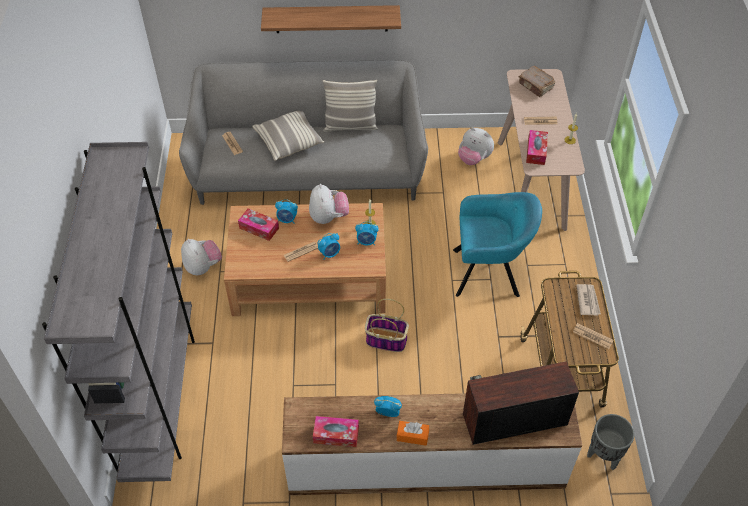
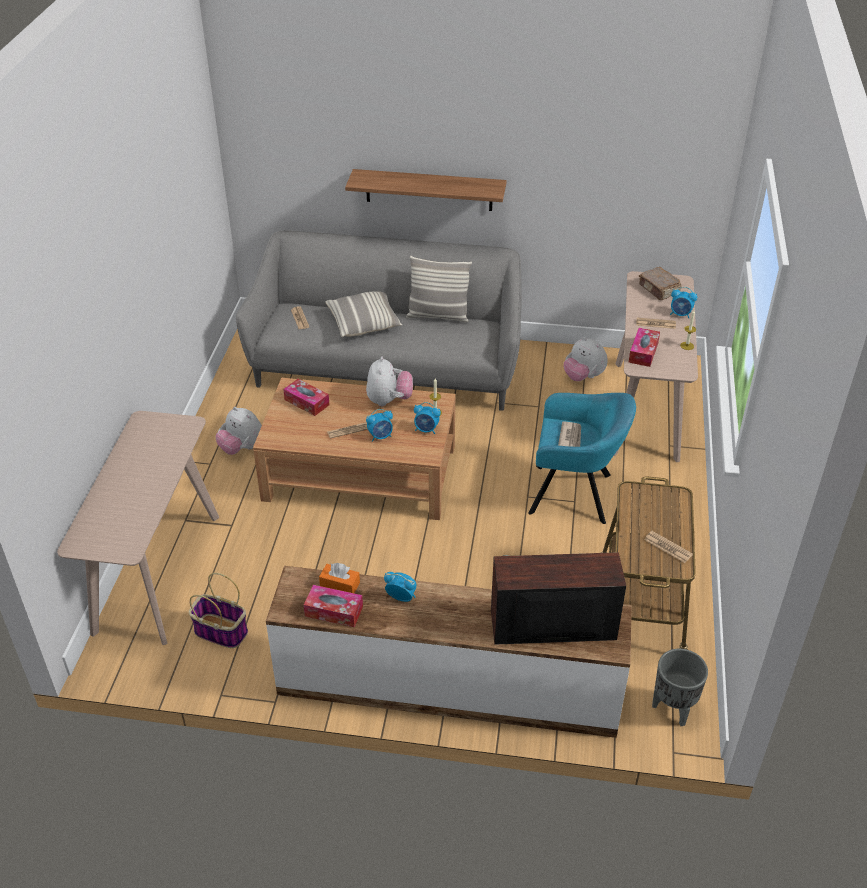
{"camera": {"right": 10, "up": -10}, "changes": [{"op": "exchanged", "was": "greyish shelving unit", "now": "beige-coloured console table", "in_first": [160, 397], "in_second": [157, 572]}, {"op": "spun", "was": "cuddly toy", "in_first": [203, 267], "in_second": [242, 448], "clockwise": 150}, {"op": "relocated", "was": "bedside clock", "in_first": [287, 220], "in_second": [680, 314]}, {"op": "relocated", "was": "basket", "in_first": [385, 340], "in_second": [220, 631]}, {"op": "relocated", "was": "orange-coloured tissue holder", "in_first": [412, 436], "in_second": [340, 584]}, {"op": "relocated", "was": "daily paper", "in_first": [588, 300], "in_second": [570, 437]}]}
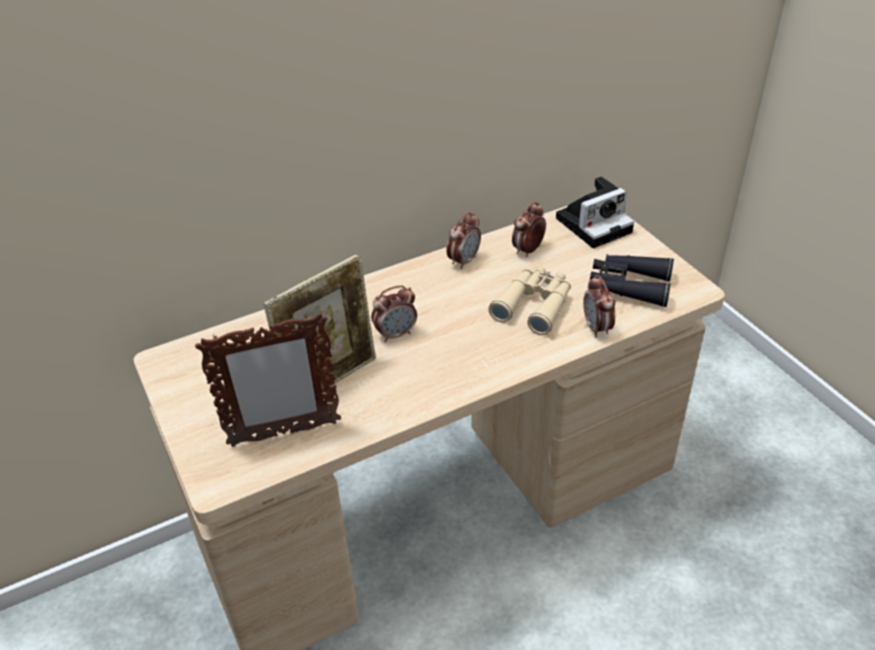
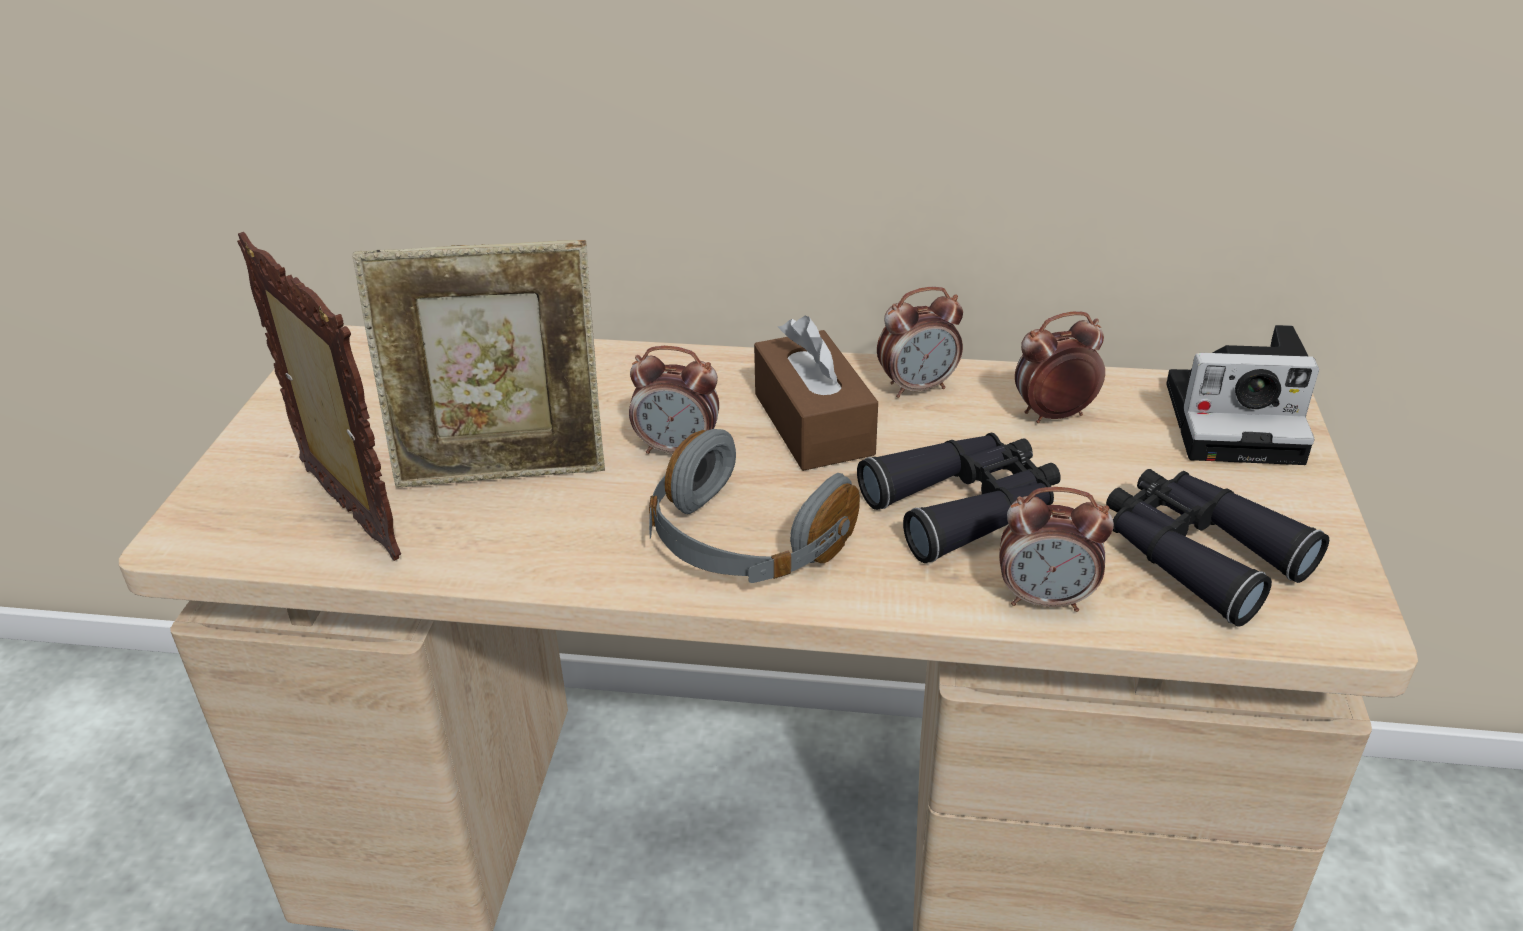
{"camera": {"right": 35, "up": -5}, "changes": [{"op": "spun", "was": "picture frame", "in_first": [283, 433], "in_second": [349, 514], "clockwise": -150}, {"op": "colour", "was": "beige-coloured pair of binoculars", "now": "black-coloured pair of binoculars", "in_first": [534, 305], "in_second": [965, 507]}, {"op": "spun", "was": "bedside clock", "in_first": [597, 328], "in_second": [1045, 599], "clockwise": -105}, {"op": "appeared", "now": "greyish pair of headphones", "in_second": [743, 543]}, {"op": "appeared", "now": "brownish tissue holder", "in_second": [813, 424]}]}
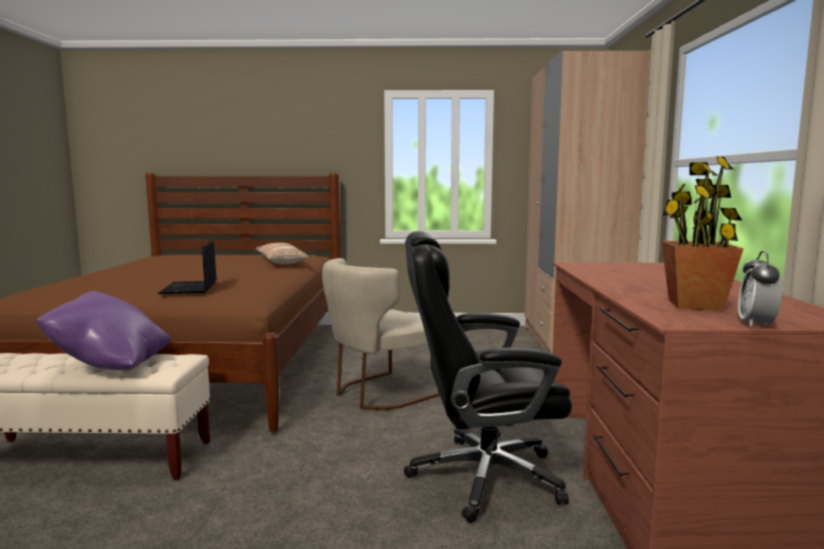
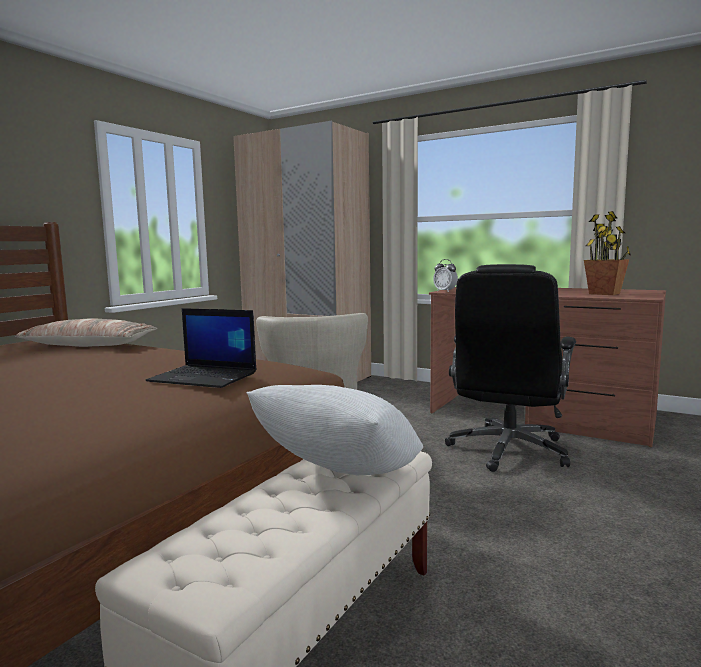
{"camera": {"right": -60, "up": 0}, "changes": [{"op": "colour", "was": "purple pillow", "now": "whitish pillow", "in_first": [110, 365], "in_second": [340, 478]}, {"op": "relocated", "was": "bedside clock", "in_first": [756, 324], "in_second": [445, 291]}]}
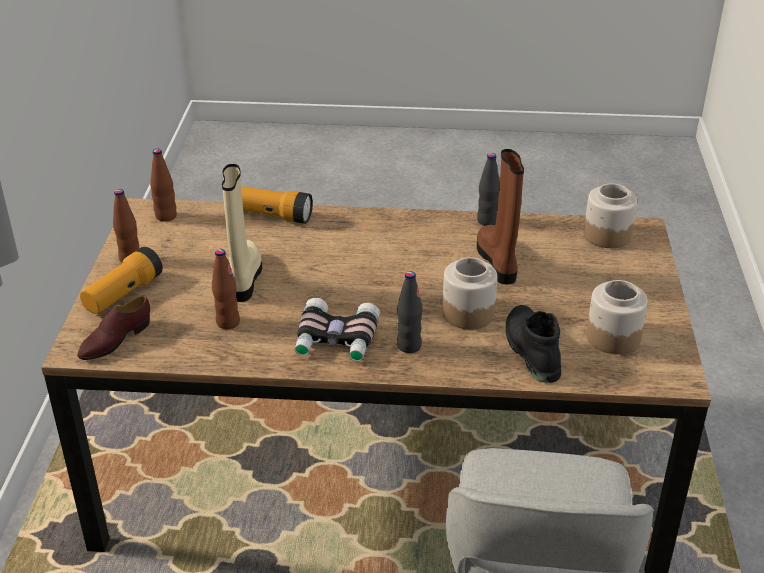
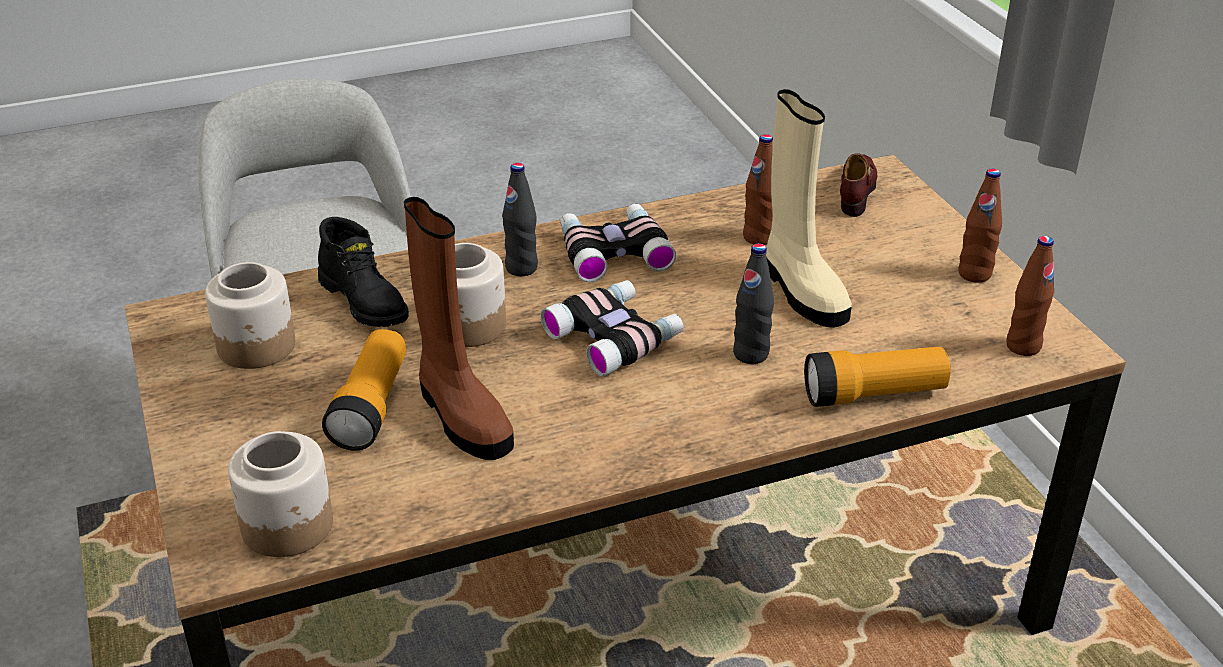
{"camera": {"right": 155, "up": 0}, "changes": [{"op": "relocated", "was": "torch", "in_first": [123, 294], "in_second": [371, 407]}, {"op": "relocated", "was": "black-coloured beverage bottle", "in_first": [487, 221], "in_second": [751, 354]}, {"op": "appeared", "now": "pair of binoculars", "in_second": [615, 336]}]}
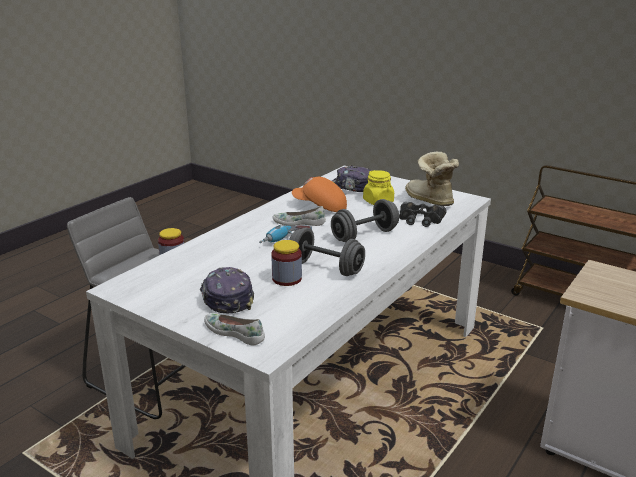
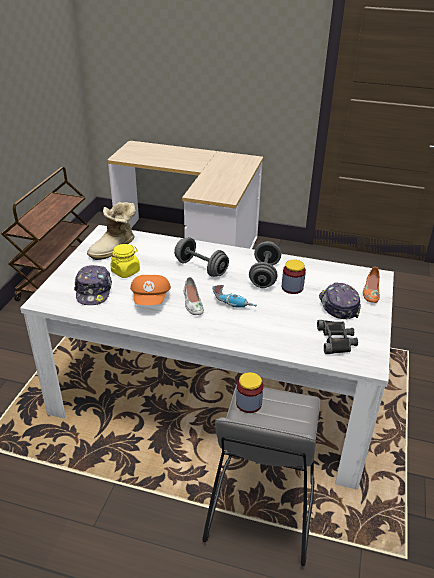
{"camera": {"right": -110, "up": 10}, "changes": [{"op": "spun", "was": "cap", "in_first": [226, 298], "in_second": [338, 306], "clockwise": 120}, {"op": "colour", "was": "whitish shoe", "now": "orange-coloured shoe", "in_first": [234, 333], "in_second": [371, 291]}, {"op": "relocated", "was": "black-coloured pair of binoculars", "in_first": [420, 219], "in_second": [336, 340]}]}
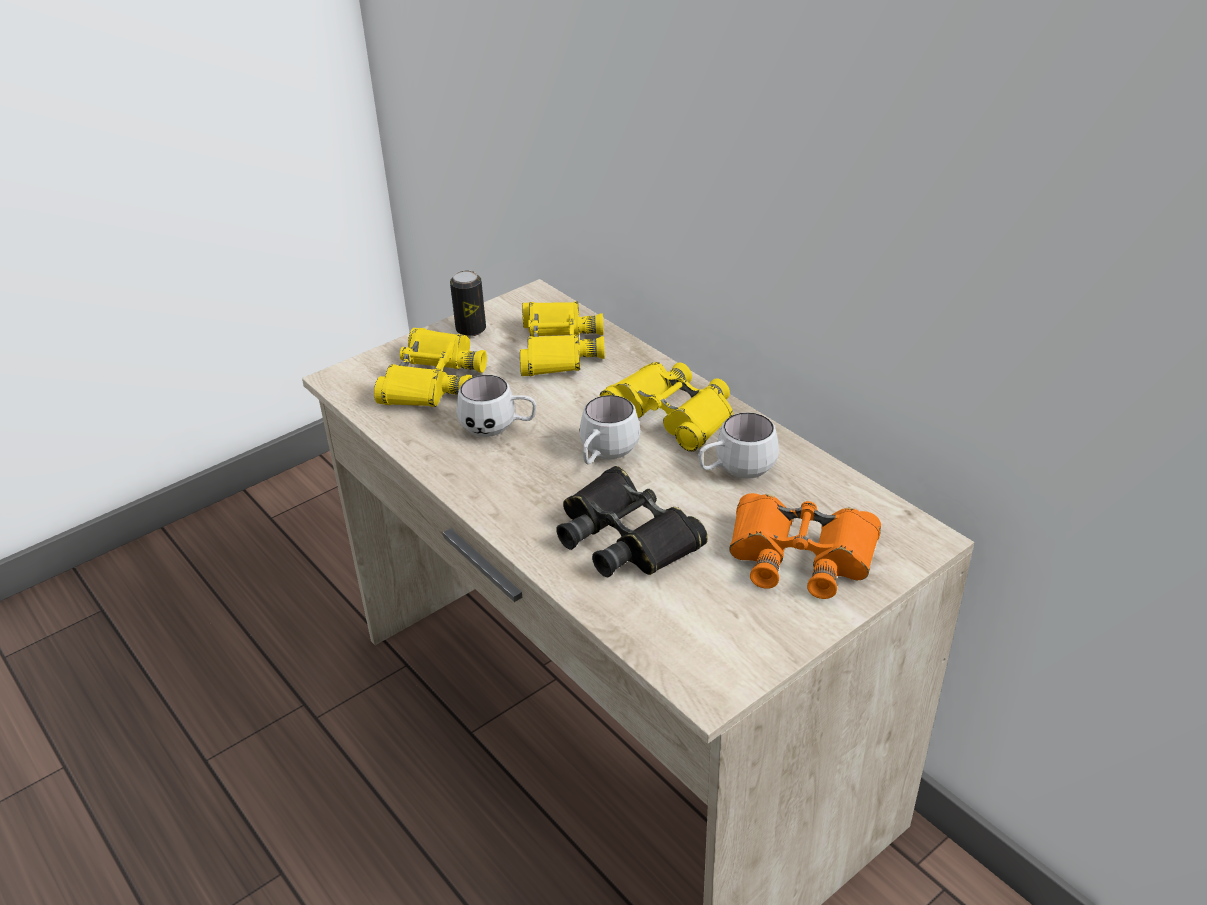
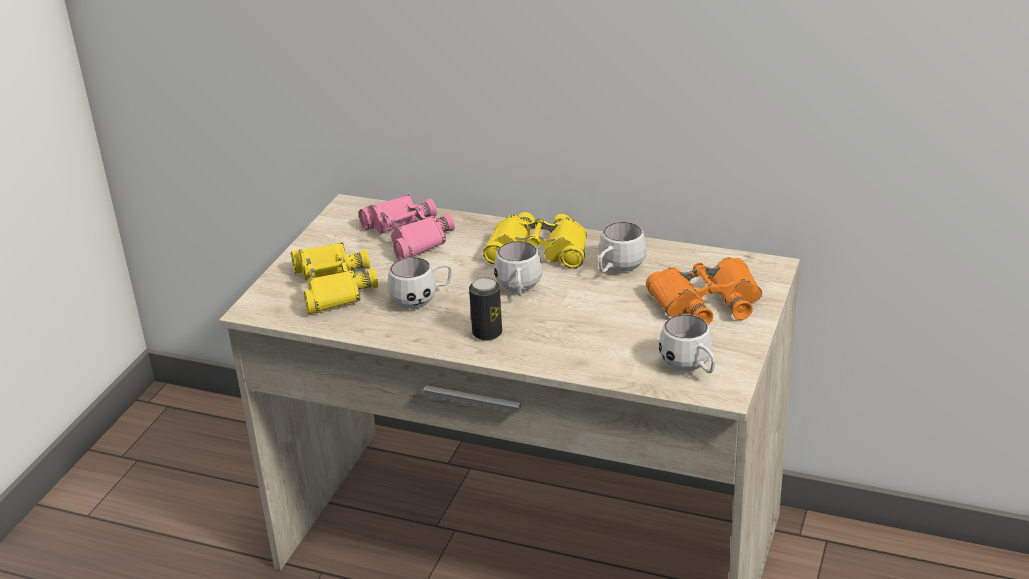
{"camera": {"right": -30, "up": -5}, "changes": [{"op": "relocated", "was": "can", "in_first": [471, 329], "in_second": [487, 333]}, {"op": "colour", "was": "yellow-coloured pair of binoculars", "now": "pinkish pair of binoculars", "in_first": [558, 348], "in_second": [408, 235]}, {"op": "missing", "was": "black-coloured pair of binoculars", "in_first": [626, 536]}, {"op": "appeared", "now": "whitish tea mug", "in_second": [691, 368]}]}
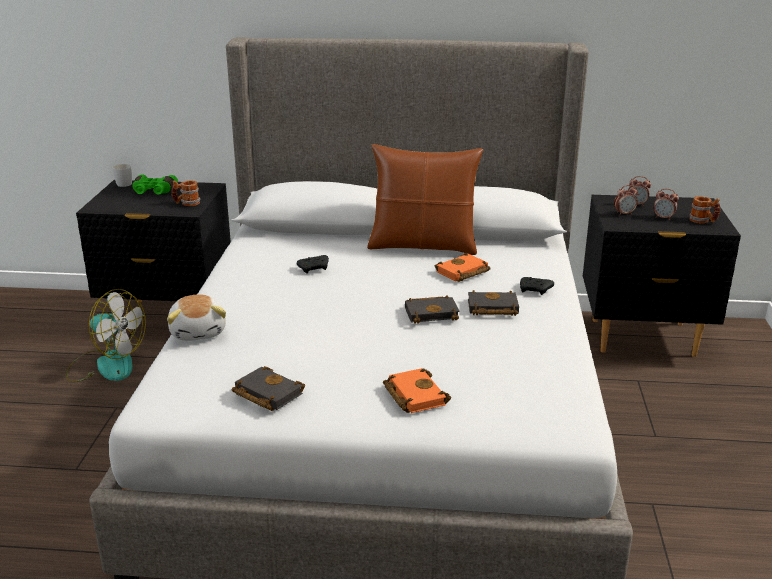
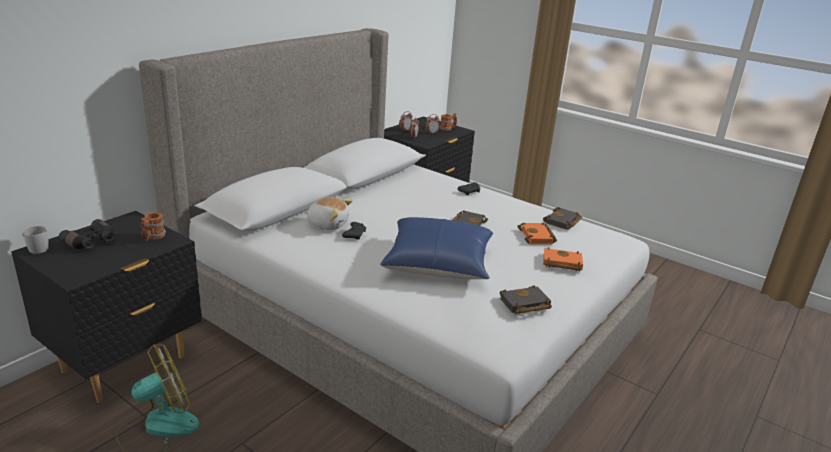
{"camera": {"right": -60, "up": 0}, "changes": [{"op": "colour", "was": "green-coloured pair of binoculars", "now": "black-coloured pair of binoculars", "in_first": [153, 192], "in_second": [91, 242]}, {"op": "relocated", "was": "cuddly toy", "in_first": [199, 332], "in_second": [327, 224]}, {"op": "missing", "was": "brownish pillow", "in_first": [423, 246]}, {"op": "relocated", "was": "orange-coloured bound book", "in_first": [462, 272], "in_second": [538, 237]}, {"op": "relocated", "was": "black-coloured bound book", "in_first": [491, 308], "in_second": [562, 222]}, {"op": "appeared", "now": "blue-coloured pillow", "in_second": [438, 263]}]}
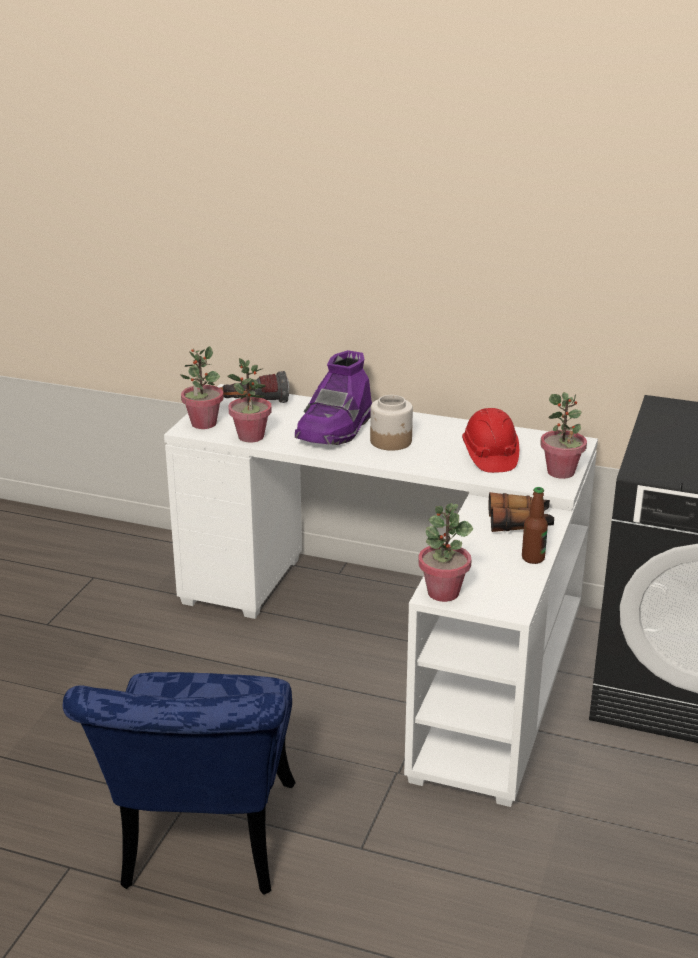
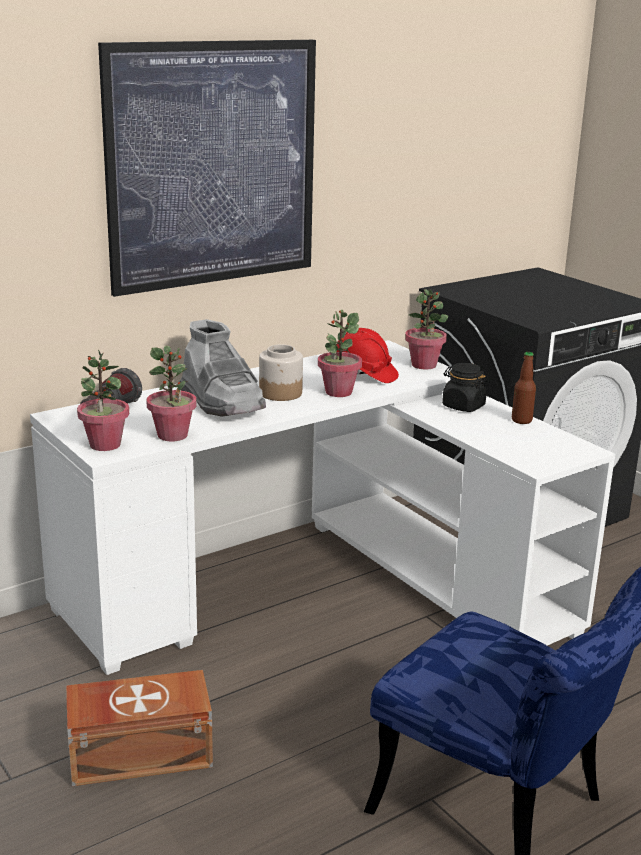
{"camera": {"right": -55, "up": -5}, "changes": [{"op": "colour", "was": "purple high-top boot", "now": "greyish high-top boot", "in_first": [336, 430], "in_second": [222, 403]}, {"op": "relocated", "was": "plant in a pot", "in_first": [443, 592], "in_second": [338, 392]}, {"op": "exchanged", "was": "pair of binoculars", "now": "black-coloured preserve jar", "in_first": [520, 523], "in_second": [463, 406]}, {"op": "appeared", "now": "brownish storage box", "in_second": [138, 752]}, {"op": "appeared", "now": "wall art", "in_second": [213, 165]}]}
